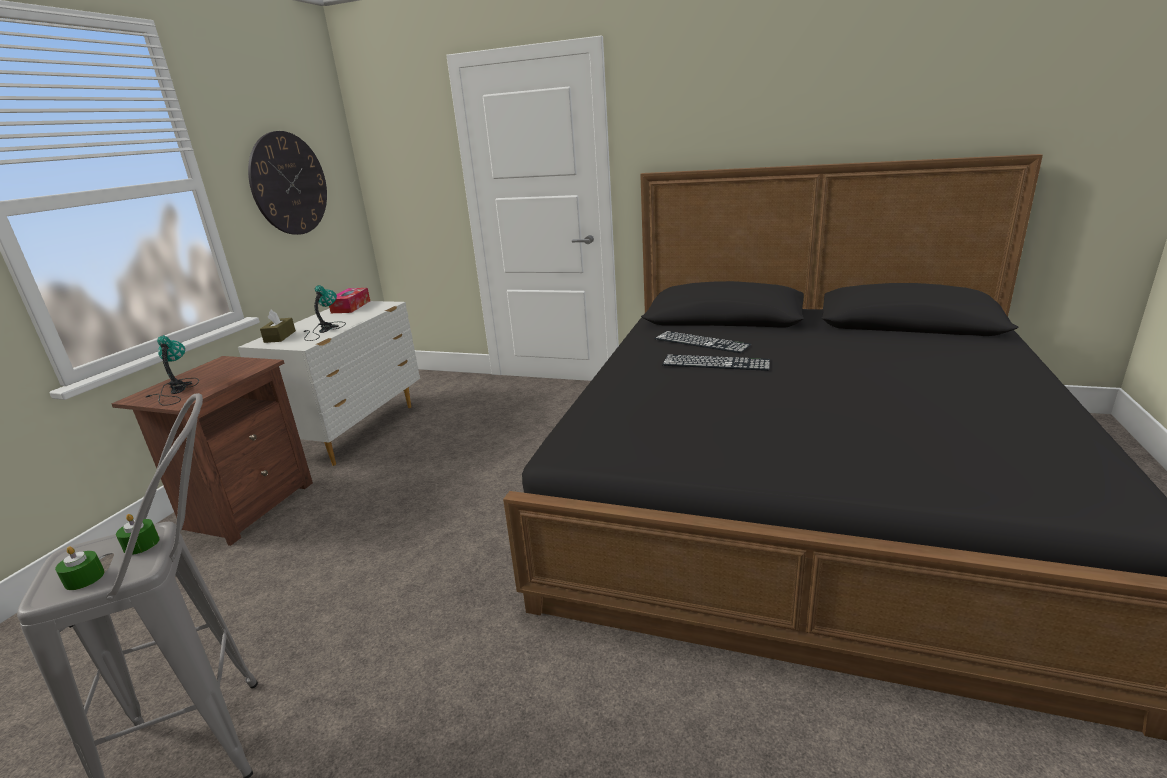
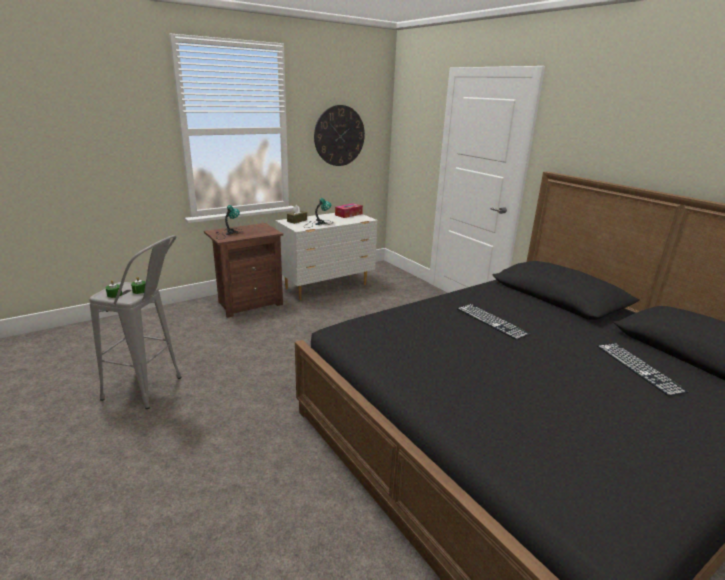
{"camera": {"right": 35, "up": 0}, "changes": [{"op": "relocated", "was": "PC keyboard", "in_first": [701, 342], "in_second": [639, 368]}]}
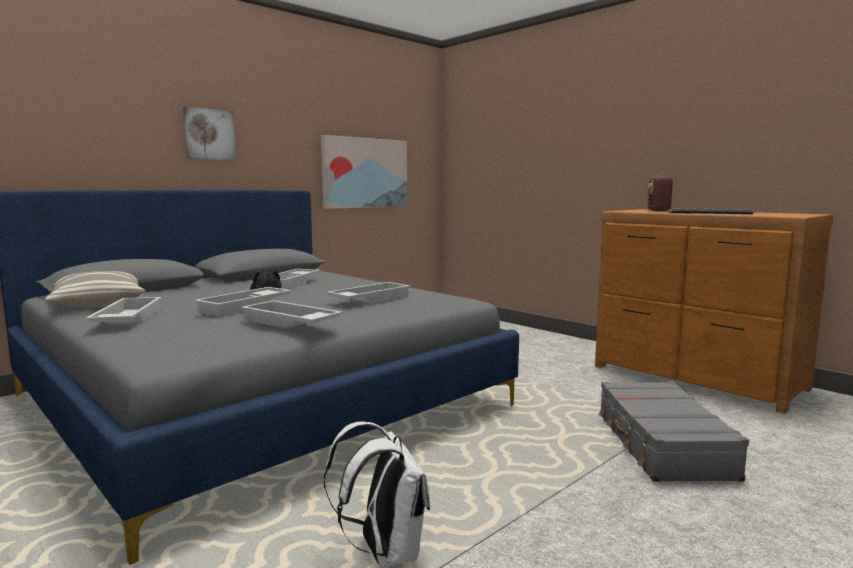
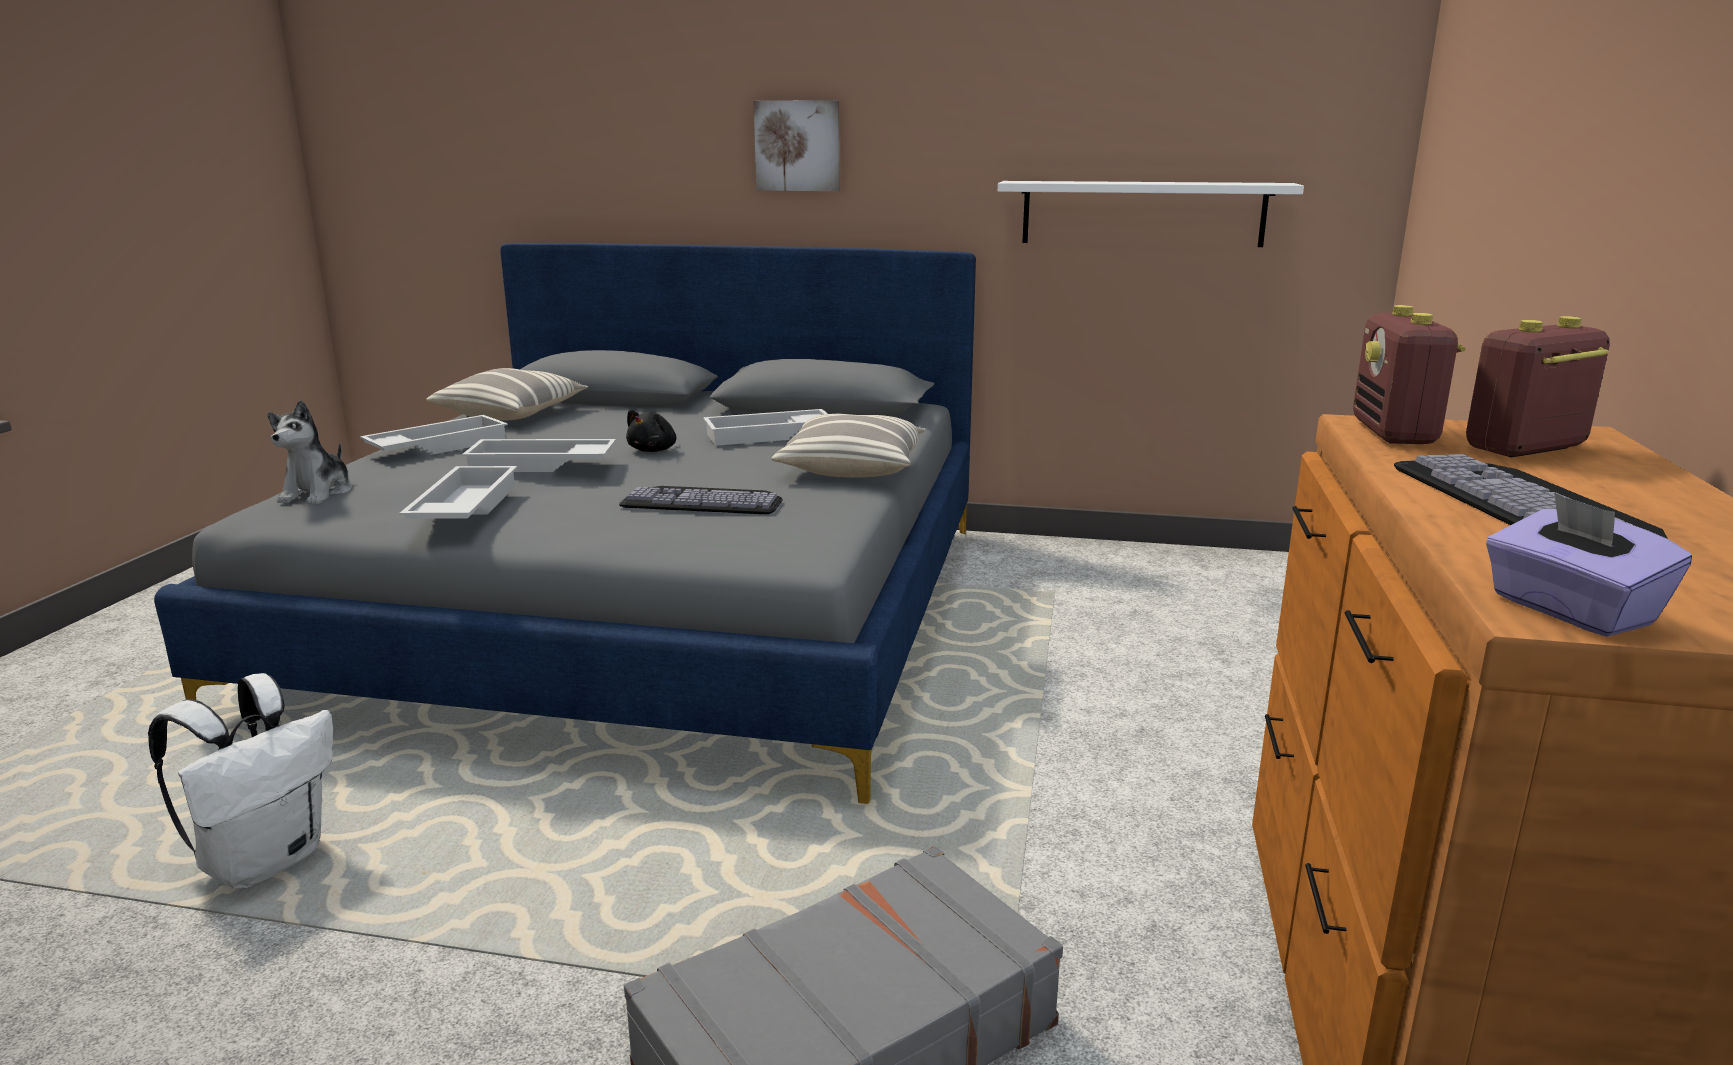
{"camera": {"right": 55, "up": 10}, "changes": [{"op": "exchanged", "was": "wall art", "now": "whitish bracket shelf", "in_first": [365, 173], "in_second": [1142, 213]}, {"op": "exchanged", "was": "whitish tray", "now": "PC keyboard", "in_first": [369, 299], "in_second": [705, 500]}, {"op": "appeared", "now": "cuddly toy", "in_second": [318, 493]}, {"op": "appeared", "now": "pillow", "in_second": [852, 468]}, {"op": "appeared", "now": "radio", "in_second": [1394, 434]}, {"op": "appeared", "now": "purple tissue holder", "in_second": [1569, 611]}]}
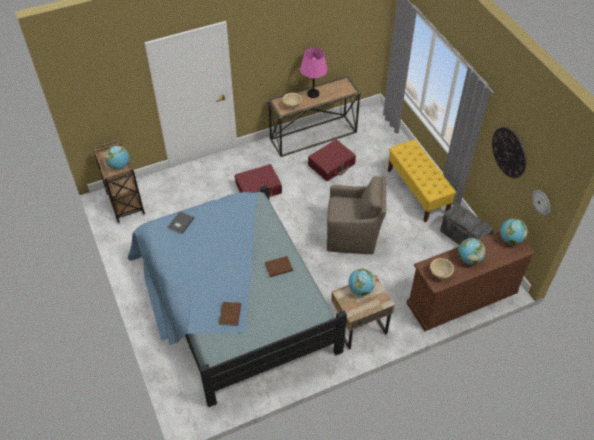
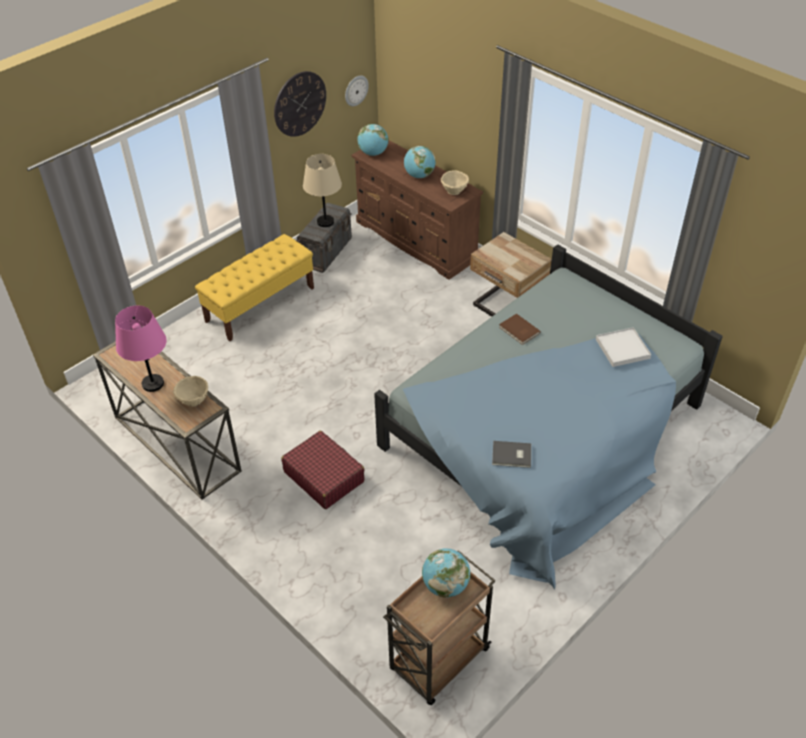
{"camera": {"right": -110, "up": -5}, "changes": [{"op": "exchanged", "was": "brownish bound book", "now": "whitish tray", "in_first": [229, 314], "in_second": [622, 349]}, {"op": "missing", "was": "red-coloured suitcase", "in_first": [331, 165]}, {"op": "missing", "was": "brownish easy chair", "in_first": [353, 236]}, {"op": "missing", "was": "globe", "in_first": [360, 289]}, {"op": "appeared", "now": "beige-coloured tabletop lamp", "in_second": [325, 221]}]}
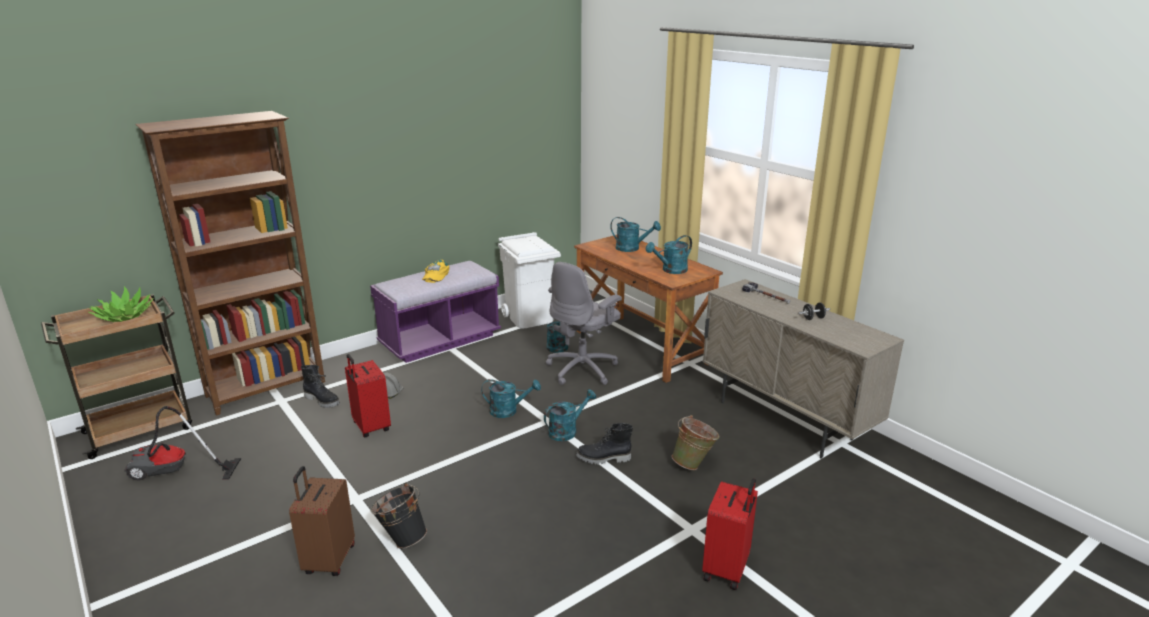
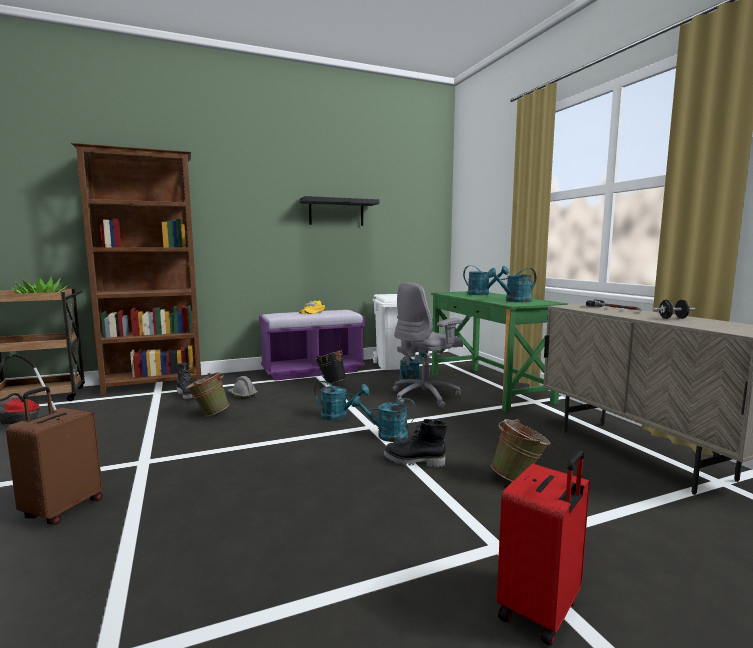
{"camera": {"right": 15, "up": -15}, "changes": [{"op": "exchanged", "was": "red-coloured suitcase", "now": "green-coloured water bucket", "in_first": [370, 427], "in_second": [208, 414]}, {"op": "relocated", "was": "black-coloured water bucket", "in_first": [401, 539], "in_second": [331, 383]}, {"op": "spun", "was": "turquoise sprinkling can", "in_first": [567, 431], "in_second": [386, 436], "clockwise": -150}, {"op": "colour", "was": "brownish desk", "now": "green-coloured desk", "in_first": [641, 347], "in_second": [488, 388]}, {"op": "appeared", "now": "black-coloured bracket shelf", "in_second": [336, 212]}]}
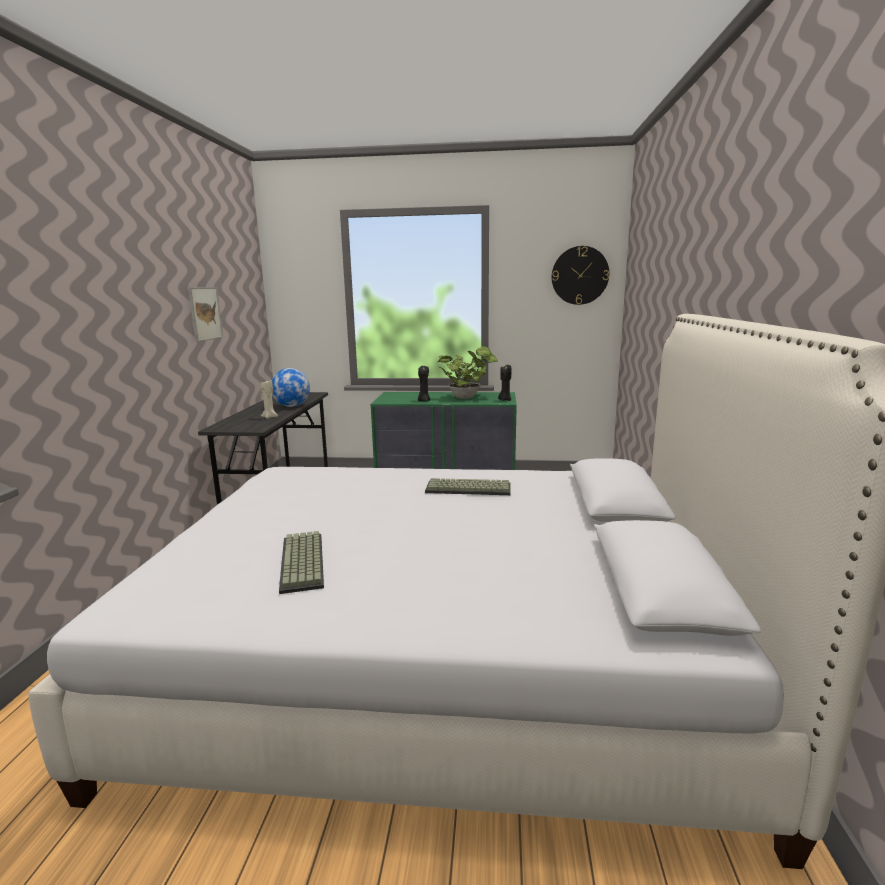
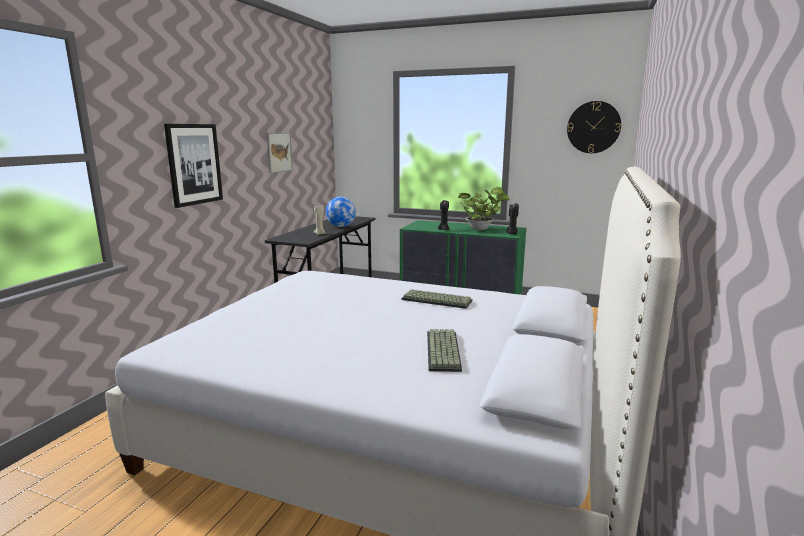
{"camera": {"right": 15, "up": 0}, "changes": [{"op": "relocated", "was": "PC keyboard", "in_first": [304, 562], "in_second": [444, 351]}, {"op": "appeared", "now": "wall art", "in_second": [194, 164]}]}
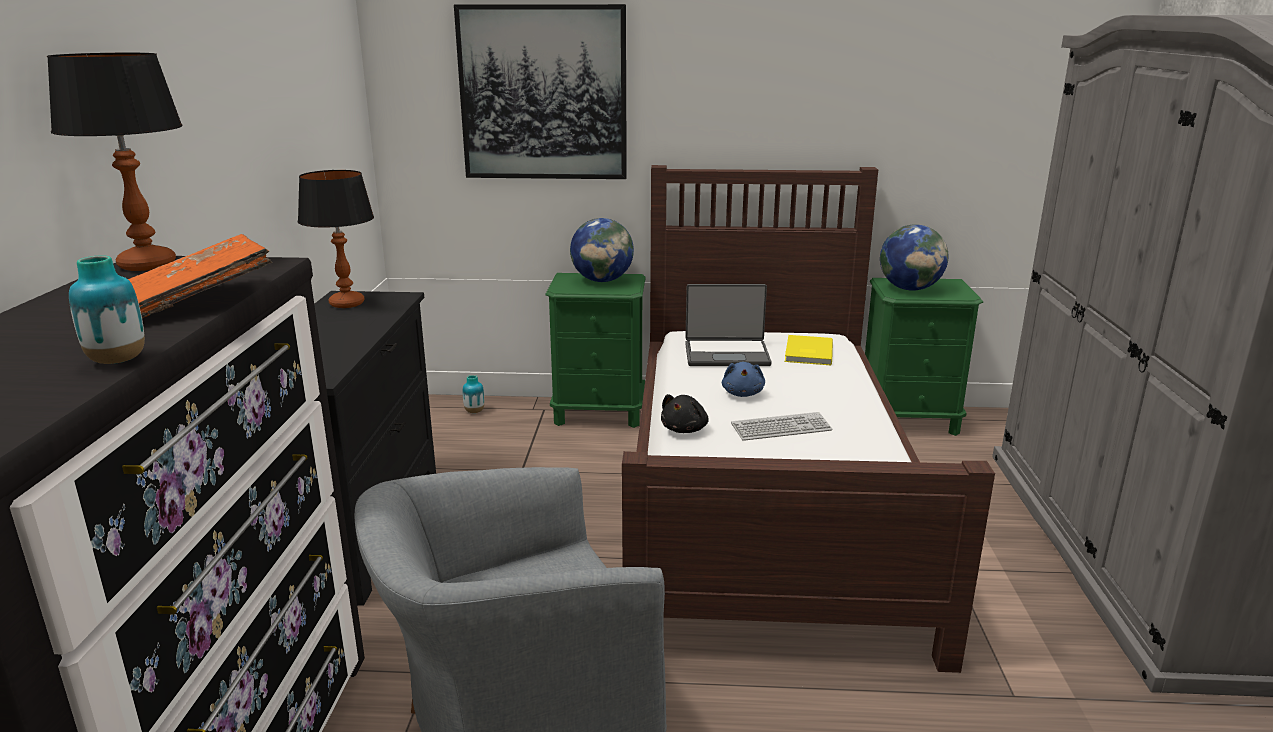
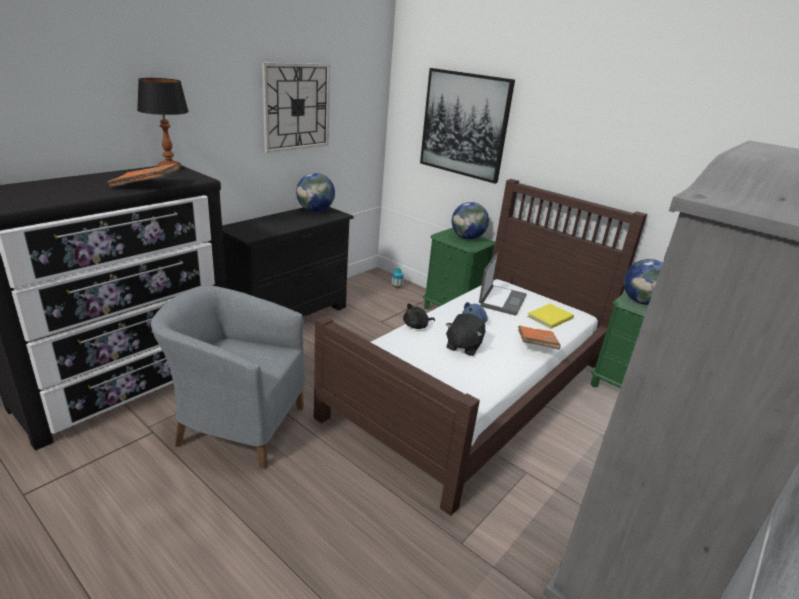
{"camera": {"right": 35, "up": 5}, "changes": [{"op": "missing", "was": "flower vase", "in_first": [117, 360]}, {"op": "exchanged", "was": "tabletop lamp", "now": "globe", "in_first": [347, 303], "in_second": [315, 211]}, {"op": "spun", "was": "laptop", "in_first": [727, 354], "in_second": [501, 300], "clockwise": -105}, {"op": "exchanged", "was": "PC keyboard", "now": "black-coloured cuddly toy", "in_first": [781, 428], "in_second": [463, 346]}, {"op": "appeared", "now": "hanging clock", "in_second": [296, 107]}, {"op": "appeared", "now": "orange-coloured bound book", "in_second": [536, 344]}]}
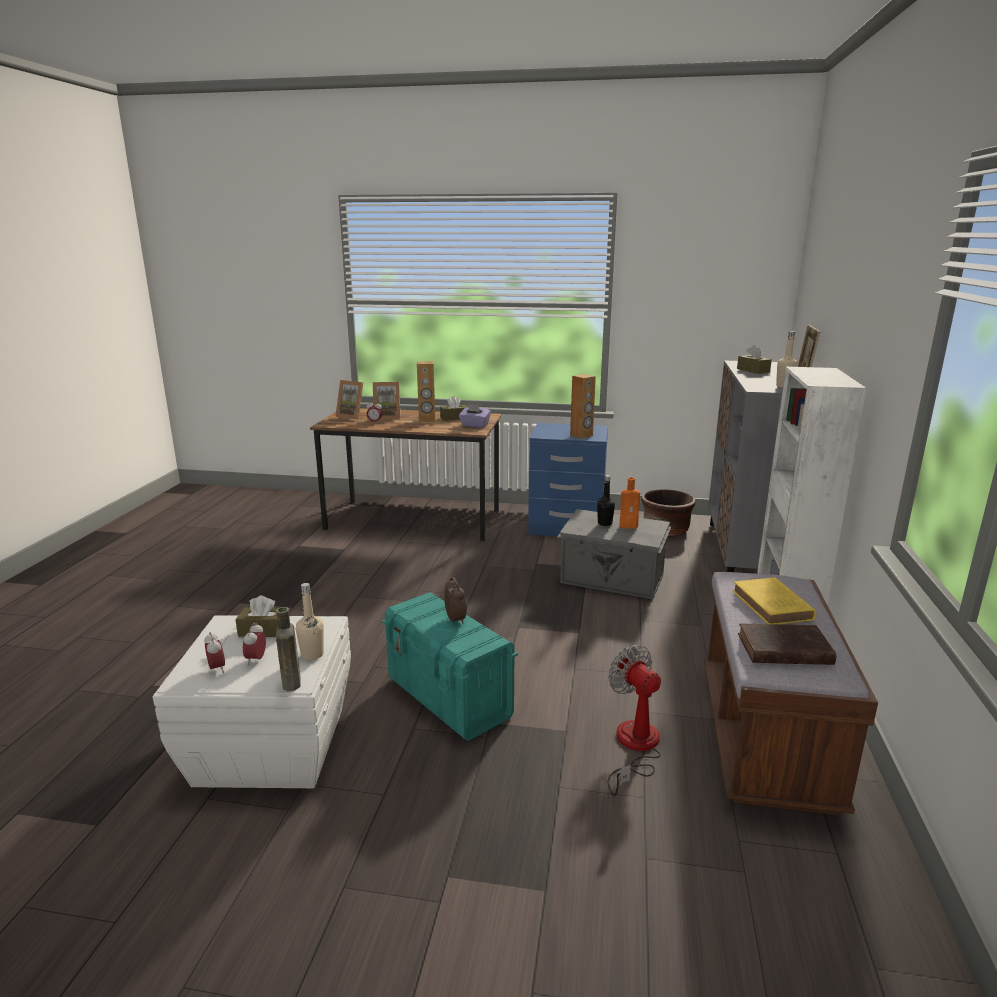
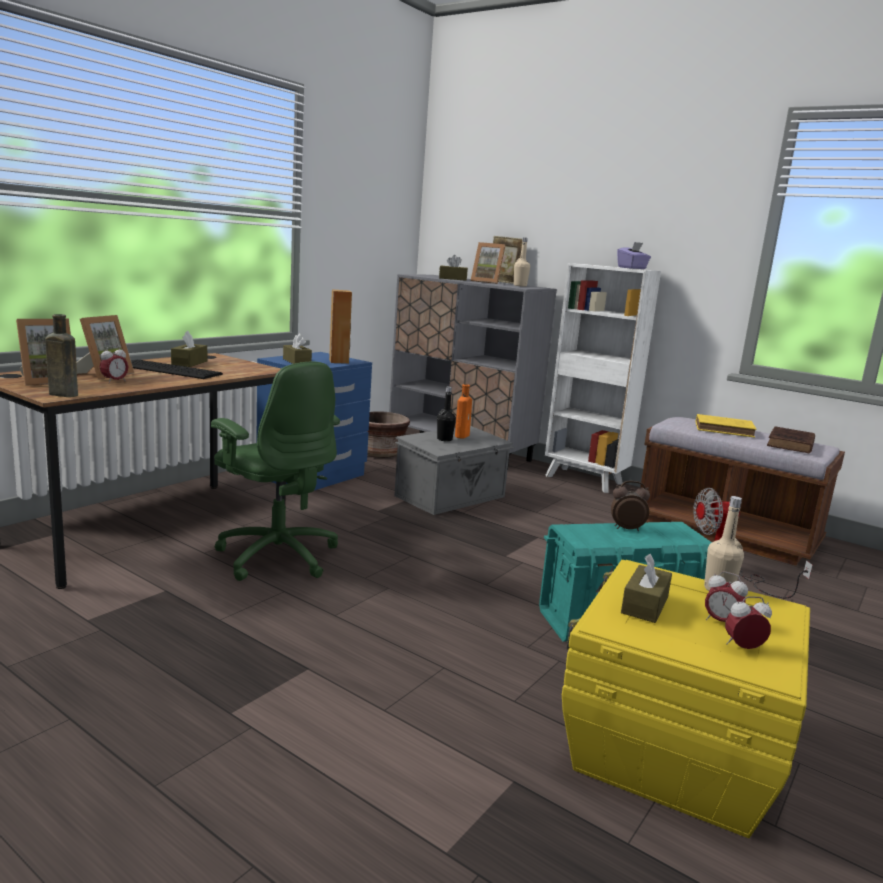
{"camera": {"right": -65, "up": -5}, "changes": [{"op": "colour", "was": "whitish storage box", "now": "yellow-coloured storage box", "in_first": [270, 745], "in_second": [670, 753]}, {"op": "relocated", "was": "brownish beverage bottle", "in_first": [291, 681], "in_second": [61, 394]}, {"op": "exchanged", "was": "brownish audio speaker", "now": "PC keyboard", "in_first": [427, 420], "in_second": [169, 369]}, {"op": "relocated", "was": "purple tissue holder", "in_first": [474, 425], "in_second": [632, 268]}, {"op": "appeared", "now": "green-coloured desk chair", "in_second": [277, 555]}, {"op": "appeared", "now": "brownish tissue holder", "in_second": [297, 361]}, {"op": "appeared", "now": "picture frame", "in_second": [487, 282]}]}
